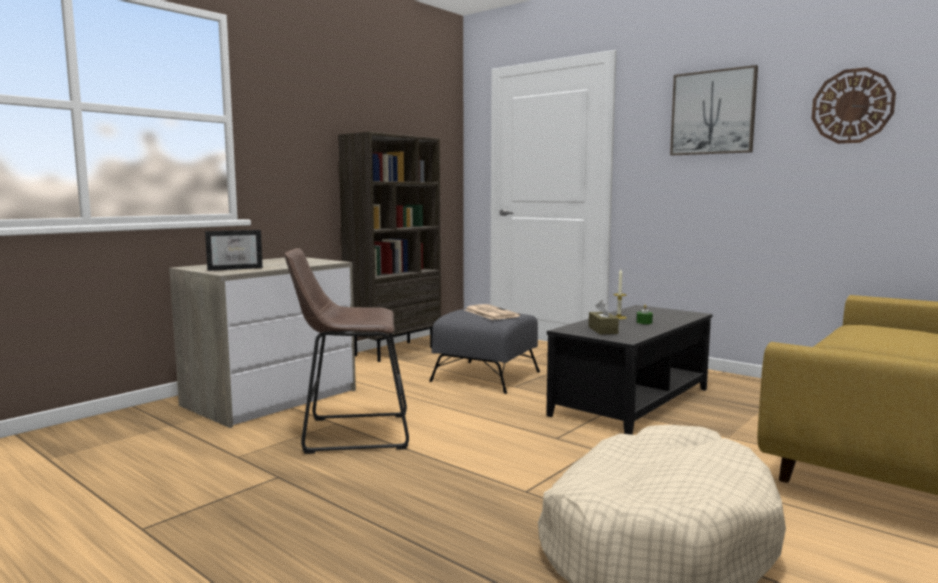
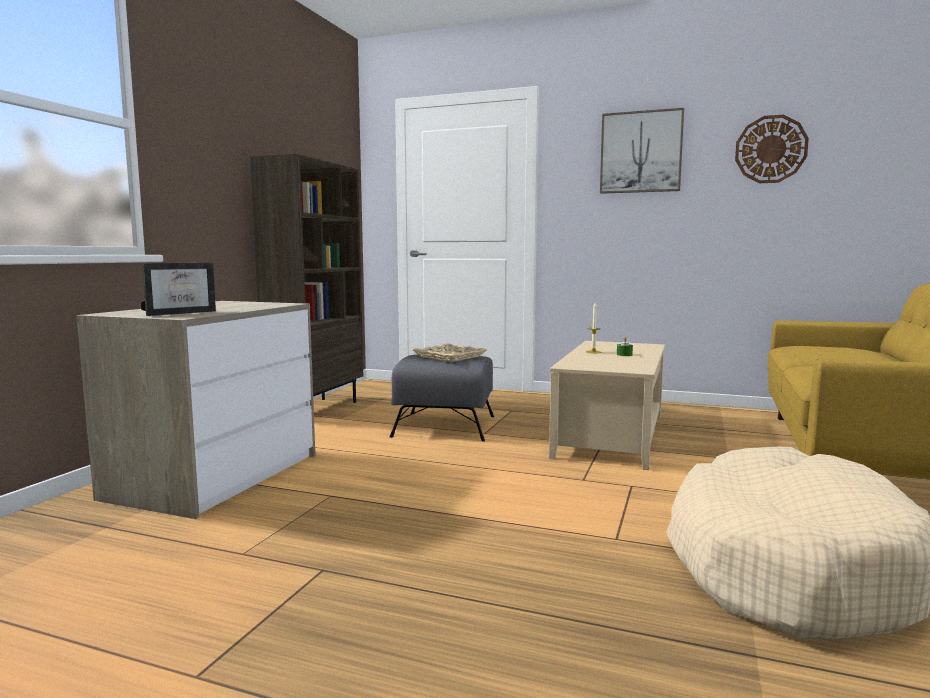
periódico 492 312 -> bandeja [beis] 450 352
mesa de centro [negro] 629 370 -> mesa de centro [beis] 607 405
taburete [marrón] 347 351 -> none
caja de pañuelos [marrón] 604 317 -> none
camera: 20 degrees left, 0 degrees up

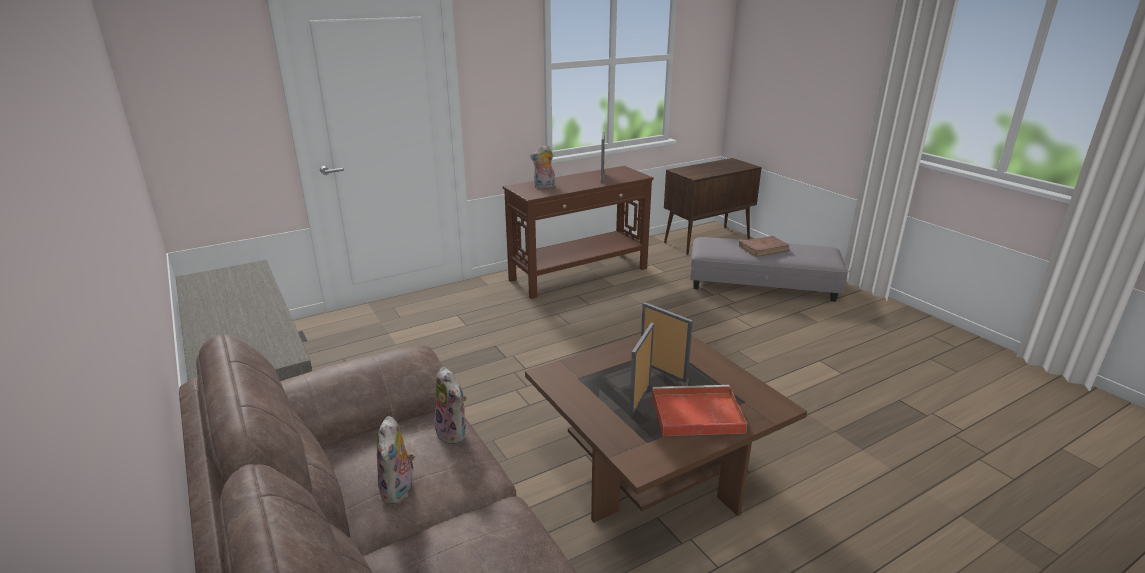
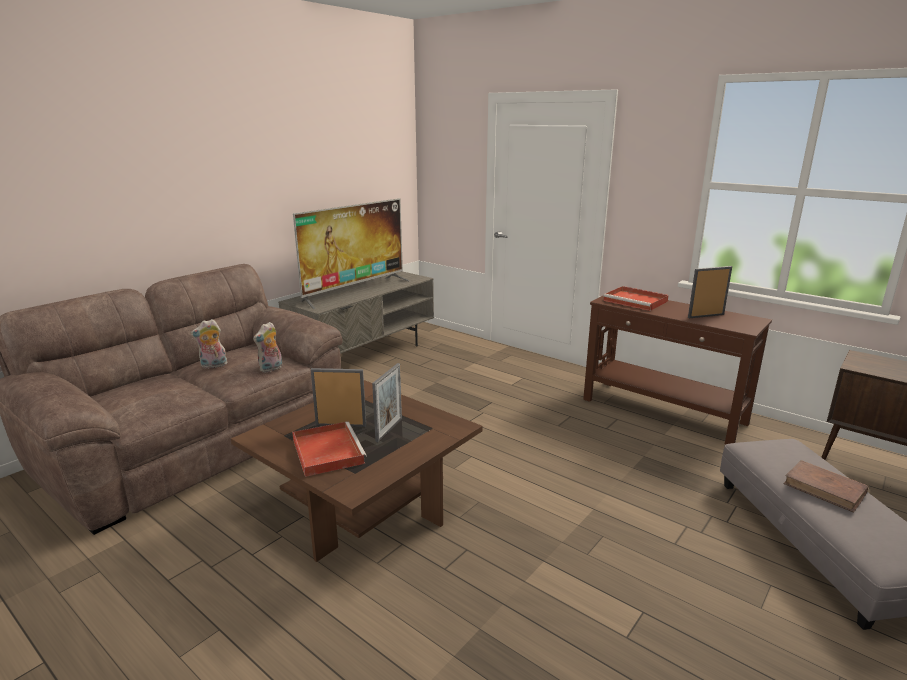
none -> televisor 351 253
peluche 542 166 -> bandeja [rojo] 636 298
camera: 70 degrees right, 5 degrees down

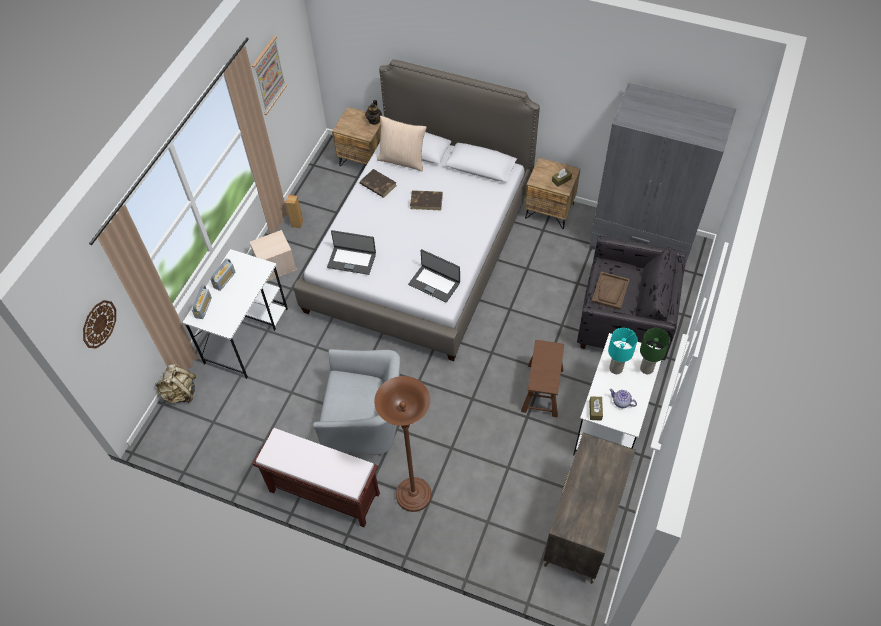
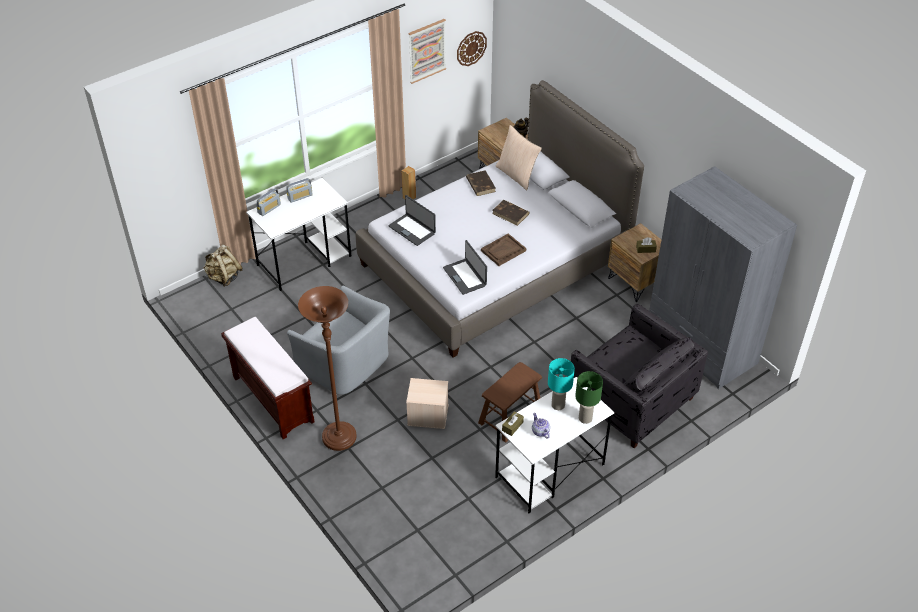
caja de almacenaje [beis] 273 256 -> caja de almacenaje [beis] 427 403, relocated
reloj de pared 99 324 -> reloj de pared 472 48, relocated
bandeja [marrón] 611 291 -> bandeja [marrón] 503 250, relocated
cómoda 589 508 -> none
camera: 30 degrees right, 10 degrees down

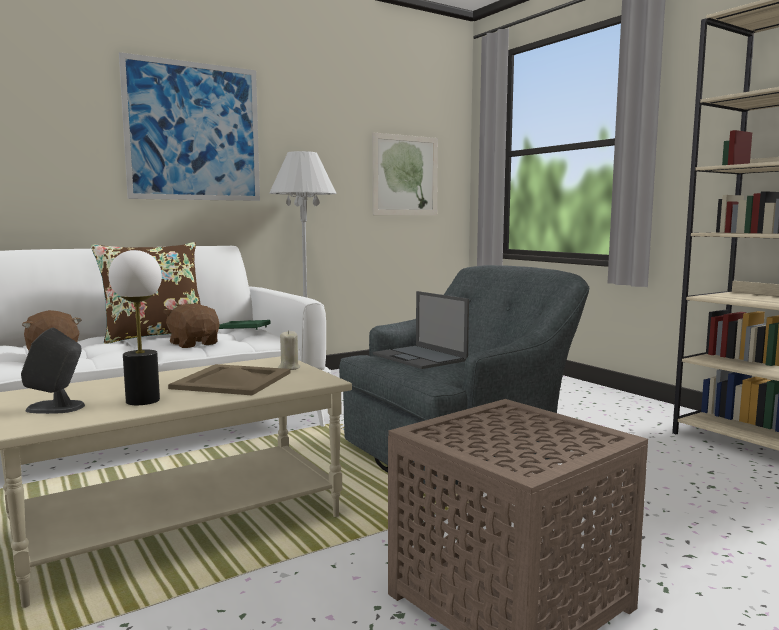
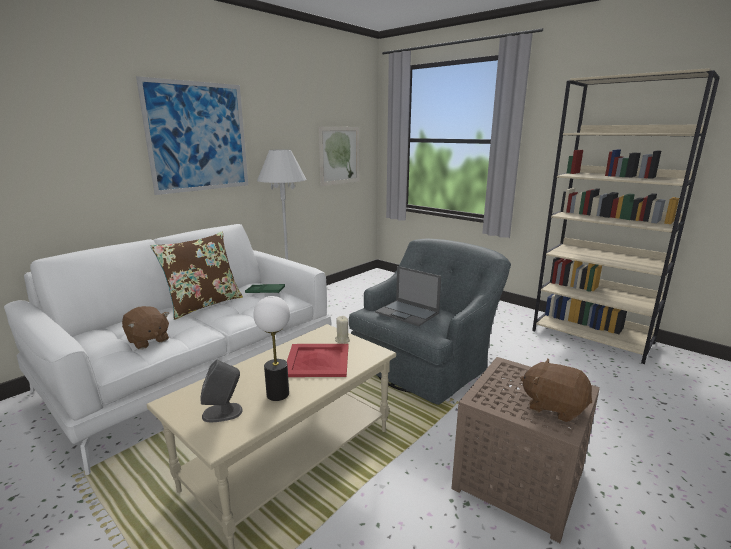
bandeja [beis] 229 379 -> bandeja [rojo] 317 360
peluche [marrón] 191 326 -> peluche [marrón] 556 390, relocated
camera: 15 degrees left, 10 degrees up

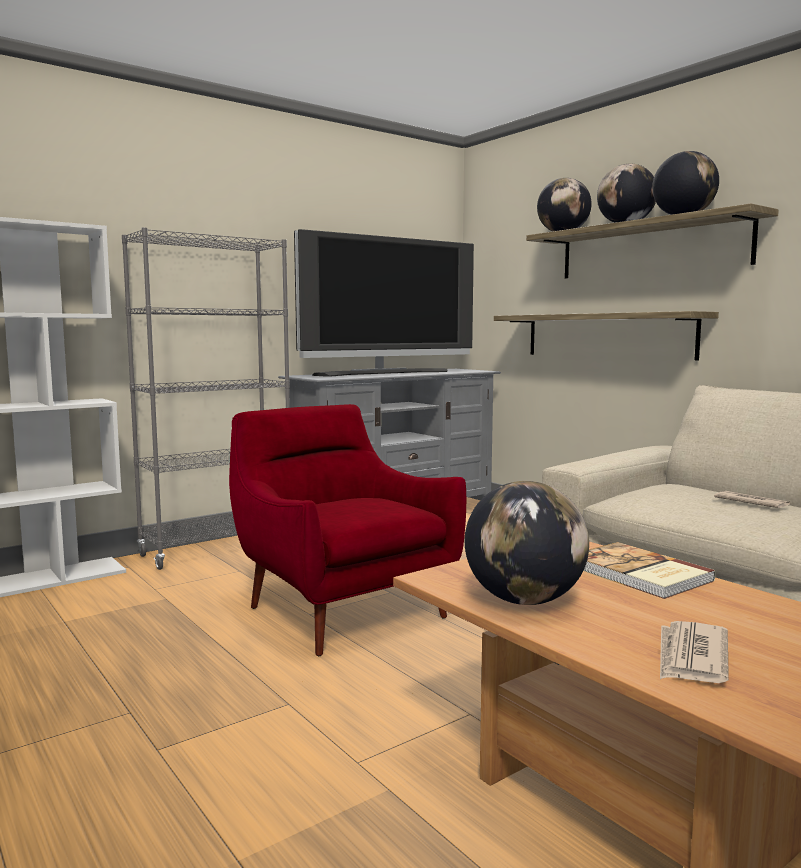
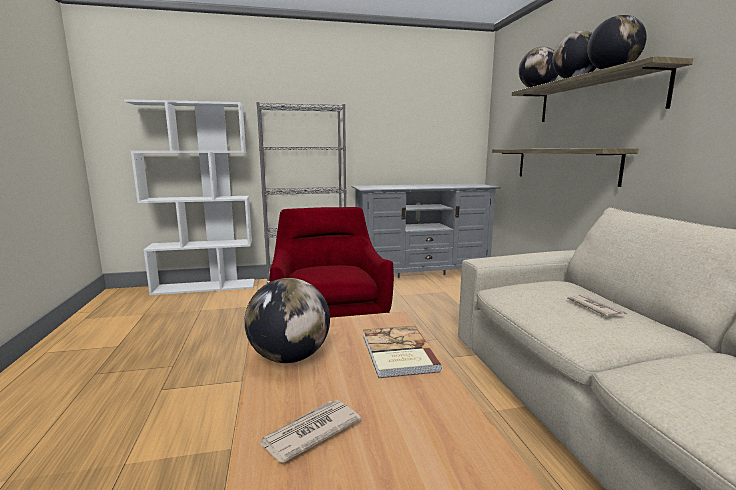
televisor 384 303 -> none
camera: 25 degrees right, 5 degrees up

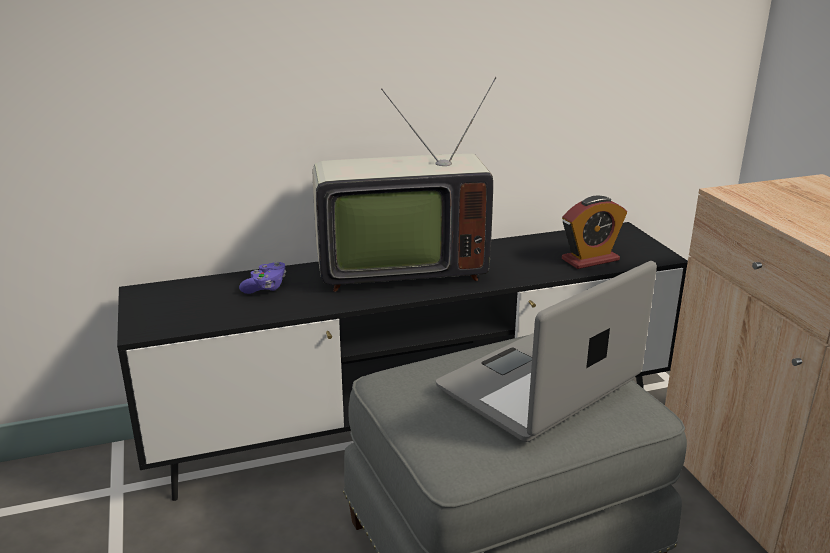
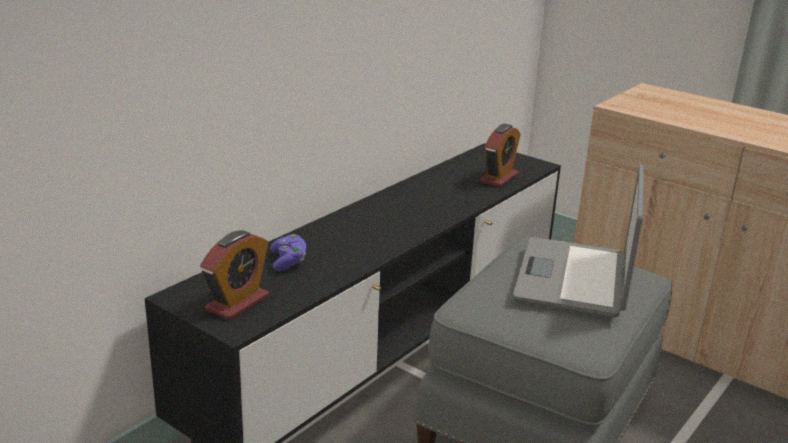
none -> despertador 234 275
televisor 405 184 -> none
camera: 35 degrees left, 0 degrees up

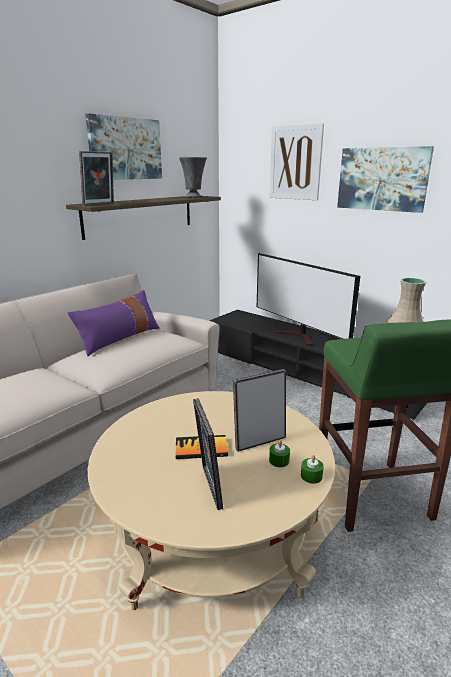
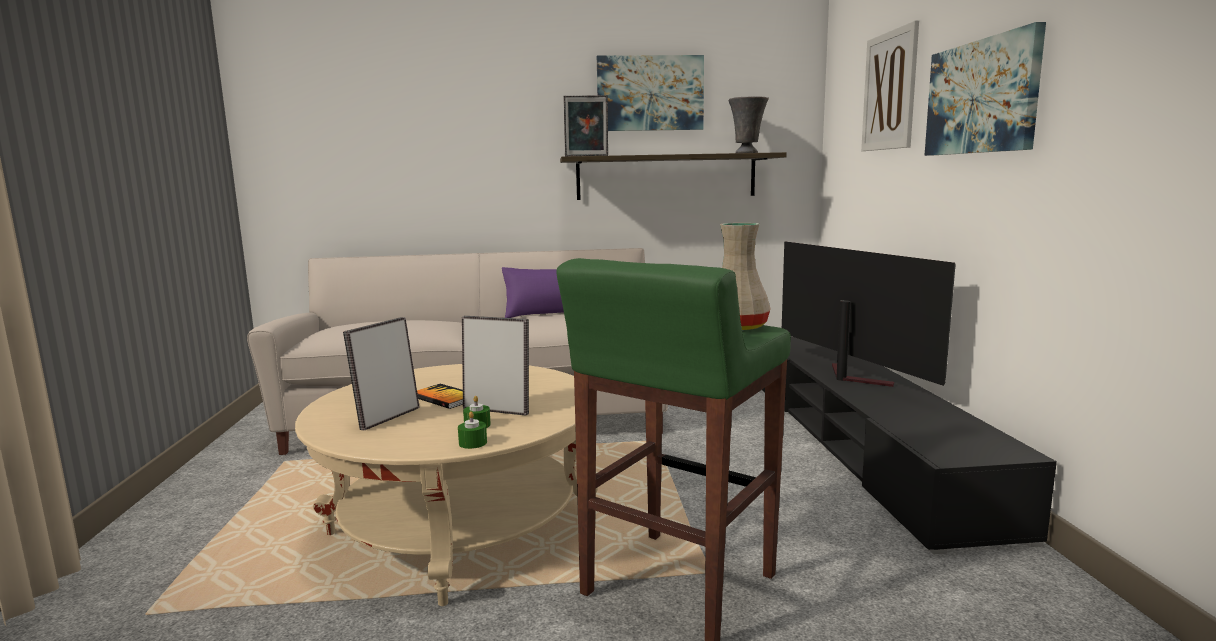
televisor 308 299 -> televisor 869 314, 150 degrees clockwise
camera: 45 degrees right, 10 degrees down

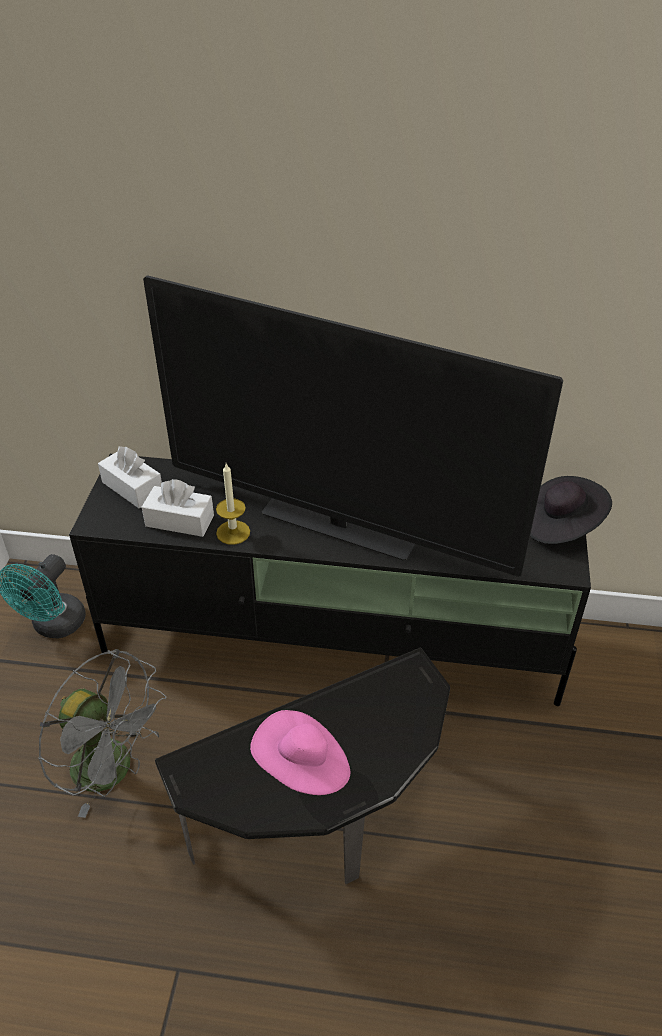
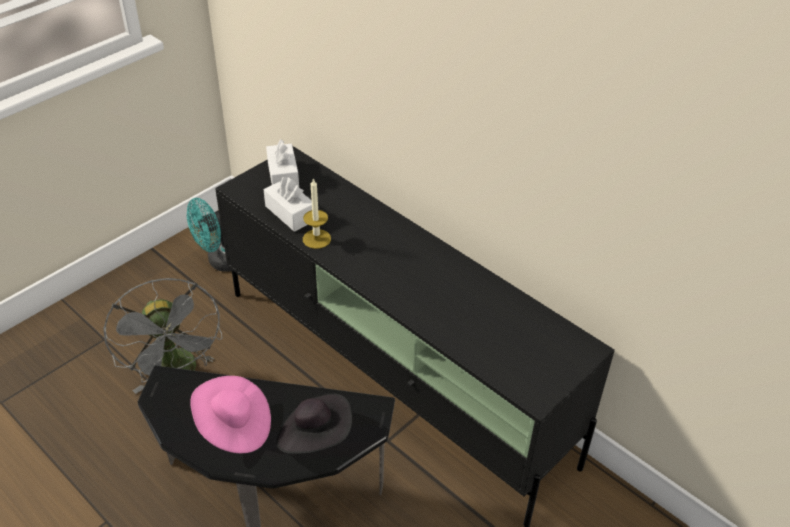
sombrero [negro] 571 510 -> sombrero [negro] 315 423, relocated
televisor 353 426 -> none
camera: 35 degrees right, 0 degrees up

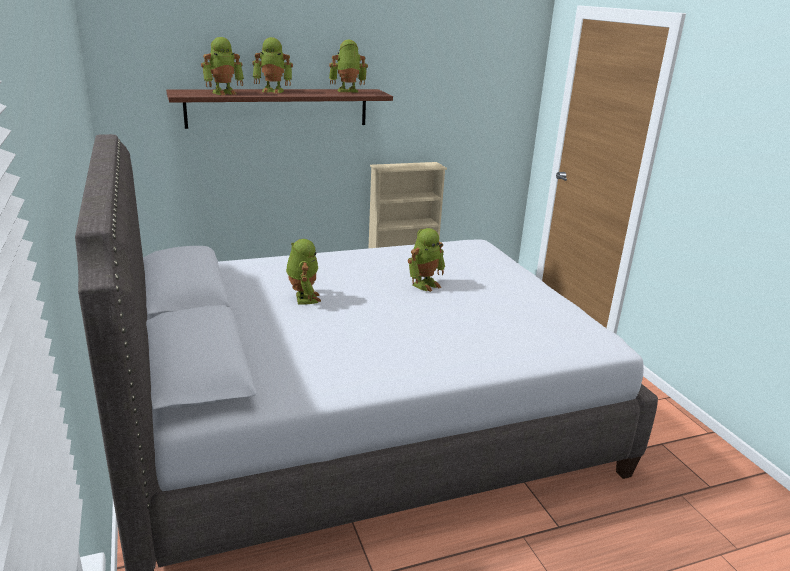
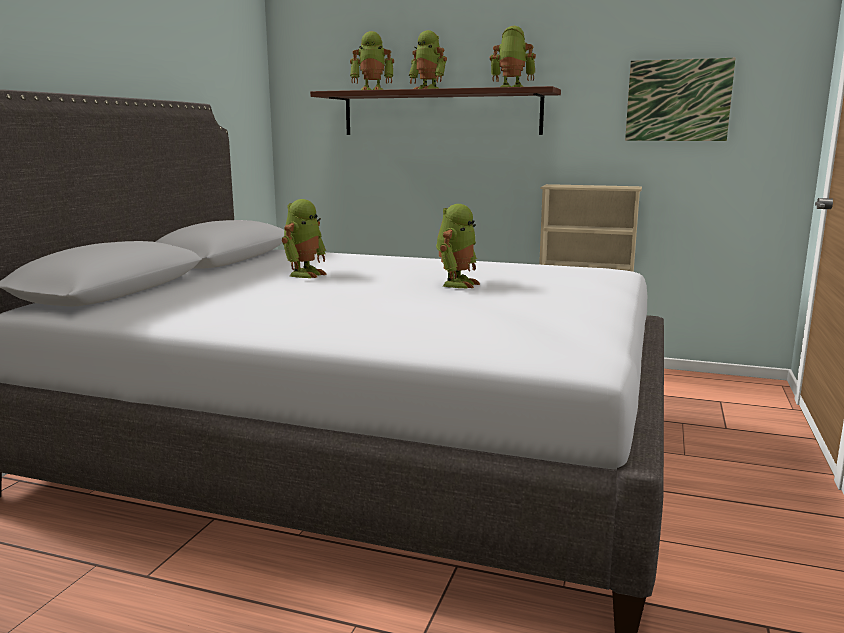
robot de juguete 426 260 -> robot de juguete 458 246, 60 degrees counterclockwise
none -> cuadro 680 99
camera: 40 degrees right, 10 degrees down

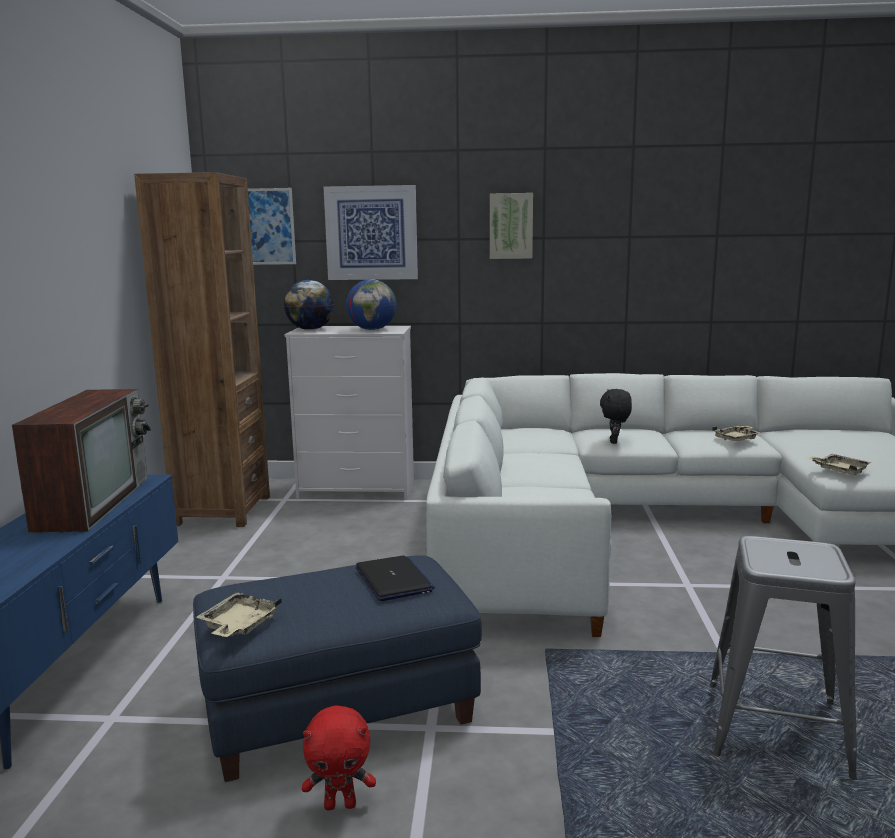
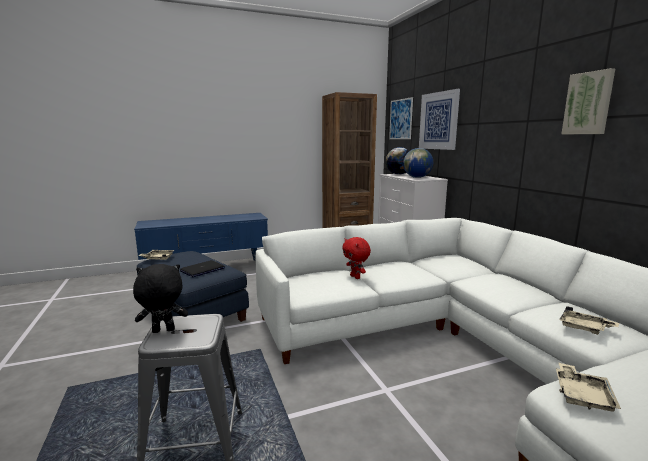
peluche [negro] 616 416 -> peluche [negro] 160 298, relocated
peluche [rojo] 339 758 -> peluche [rojo] 356 258, relocated
cuadro 511 226 -> cuadro 588 101, relocated
televisor 81 461 -> none
camera: 65 degrees right, 0 degrees up

